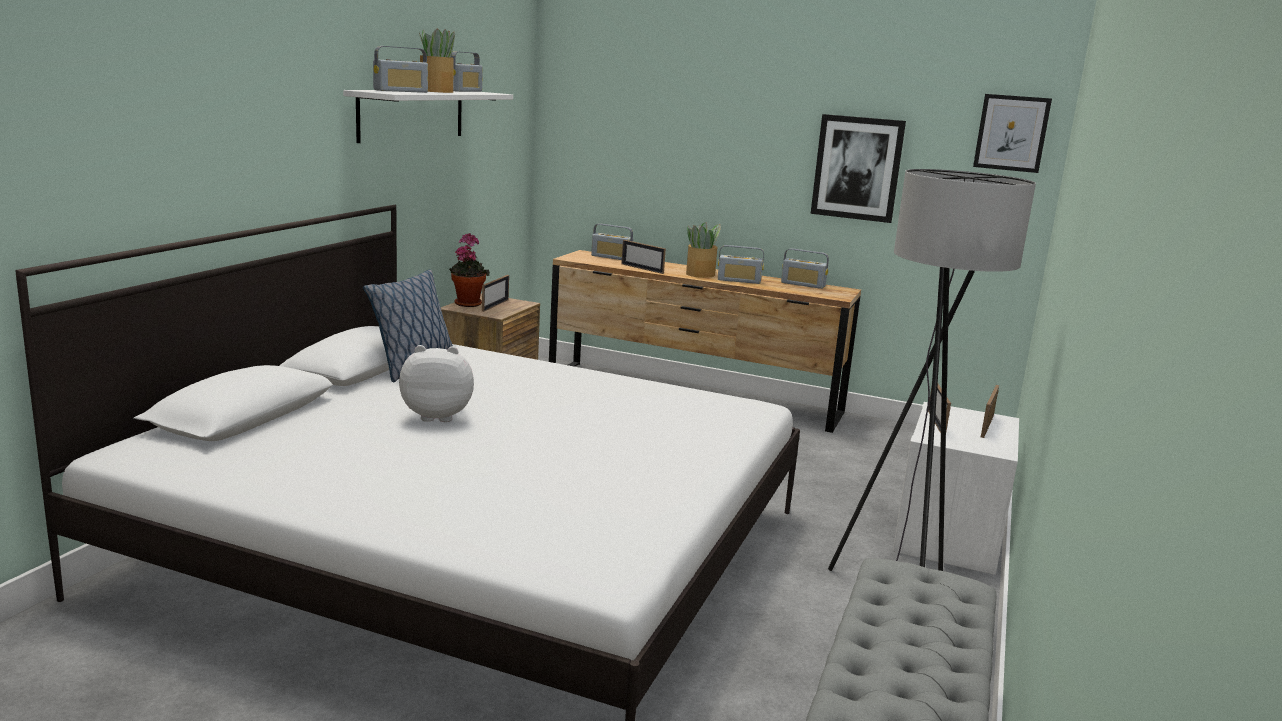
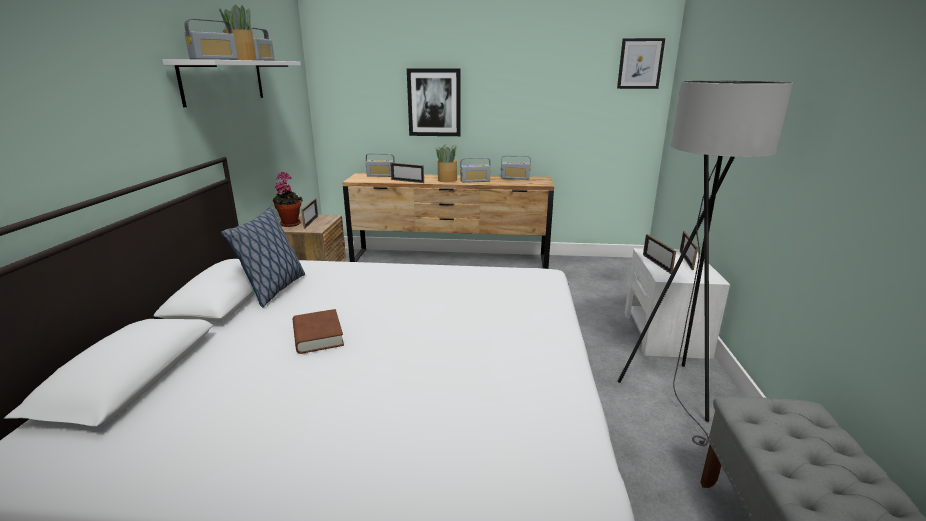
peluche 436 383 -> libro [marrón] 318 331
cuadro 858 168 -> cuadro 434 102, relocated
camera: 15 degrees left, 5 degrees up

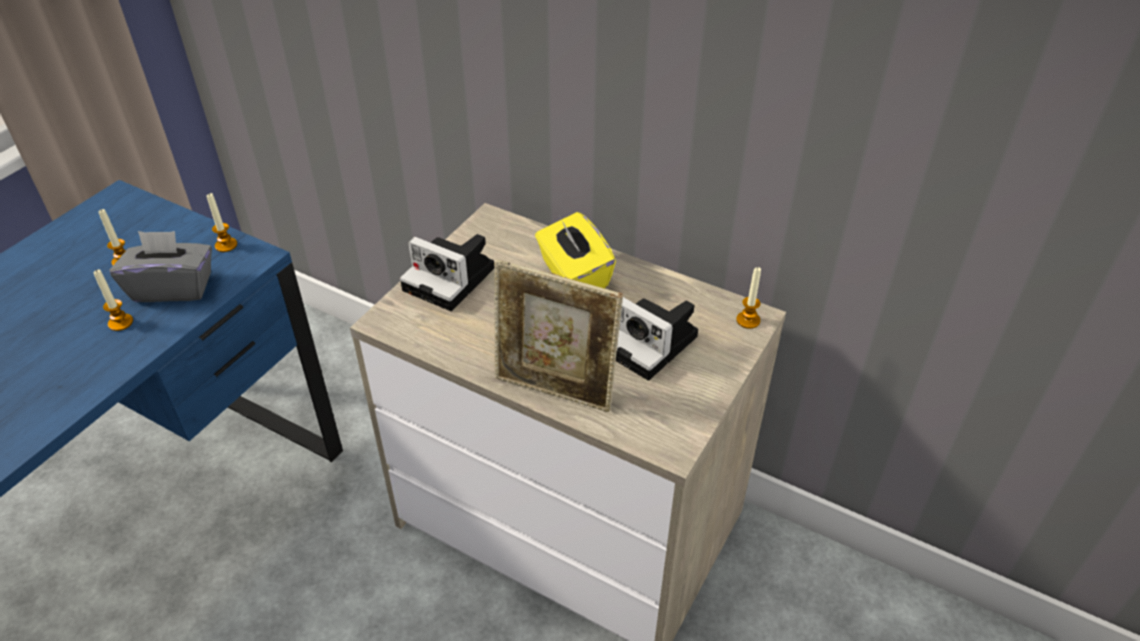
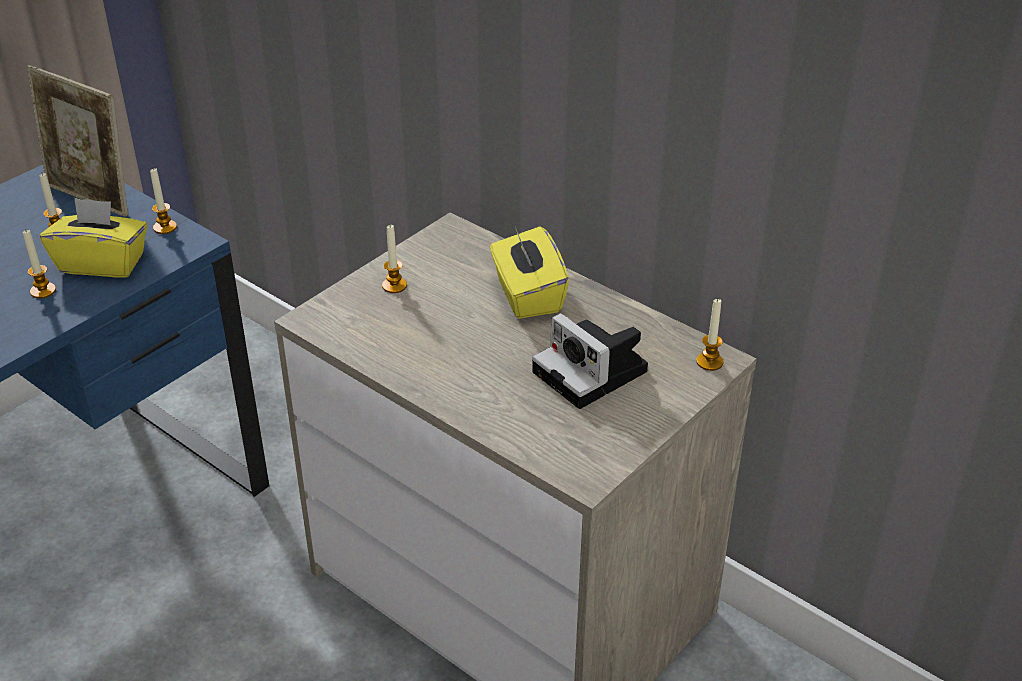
portarretratos 558 335 -> portarretratos 77 141, relocated
caja de pañuelos [gris] 160 266 -> caja de pañuelos [amarillo] 93 238
cámara 447 272 -> vela 394 259
camera: 10 degrees right, 5 degrees down

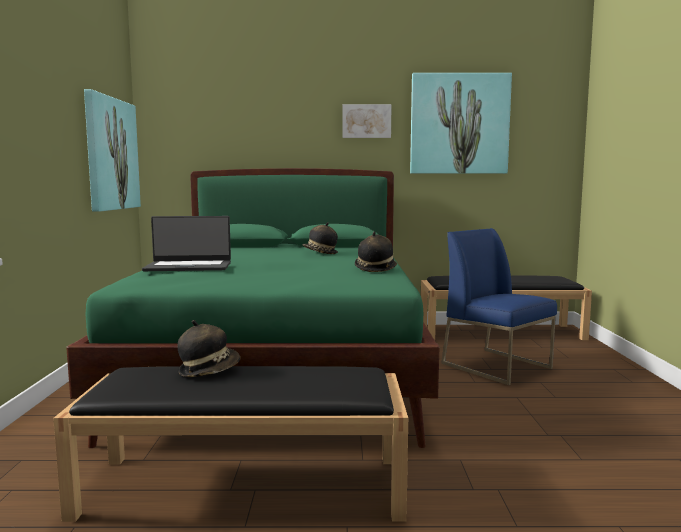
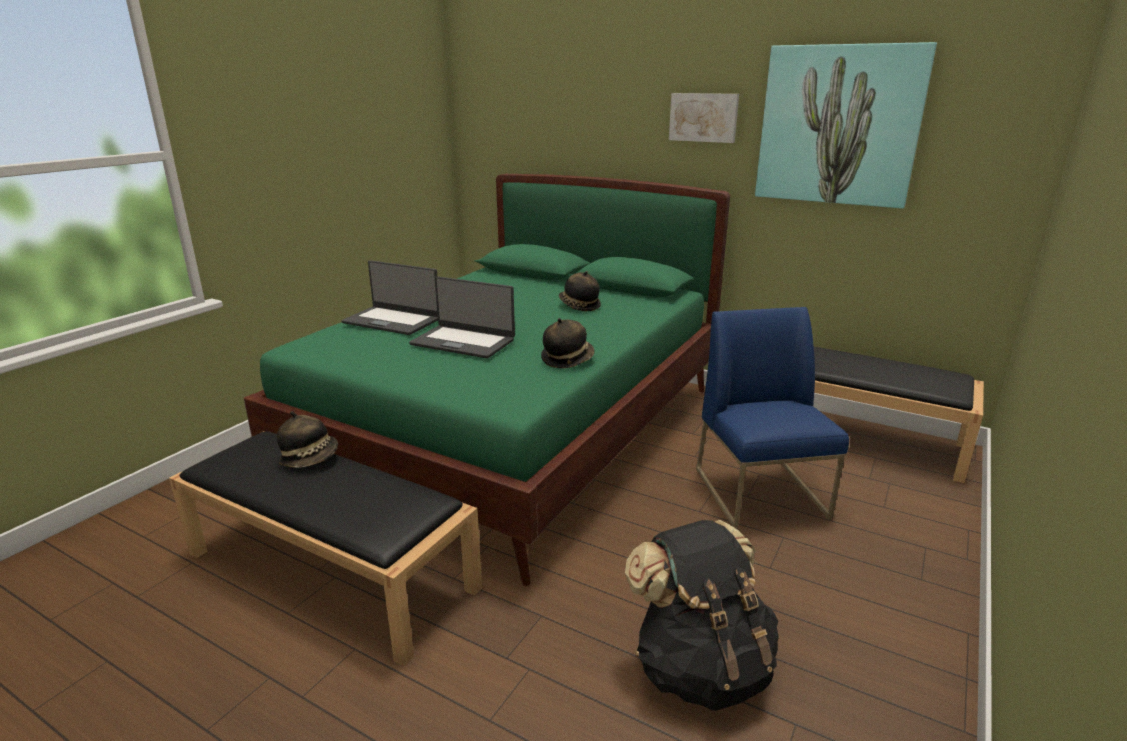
none -> portátil 462 317
none -> mochila [negro] 702 615
cuadro 112 150 -> none
camera: 30 degrees right, 15 degrees up

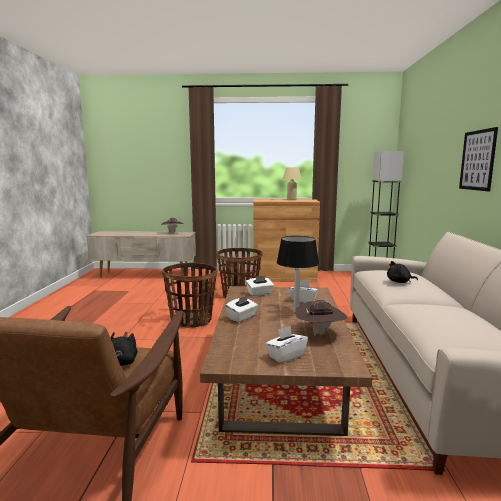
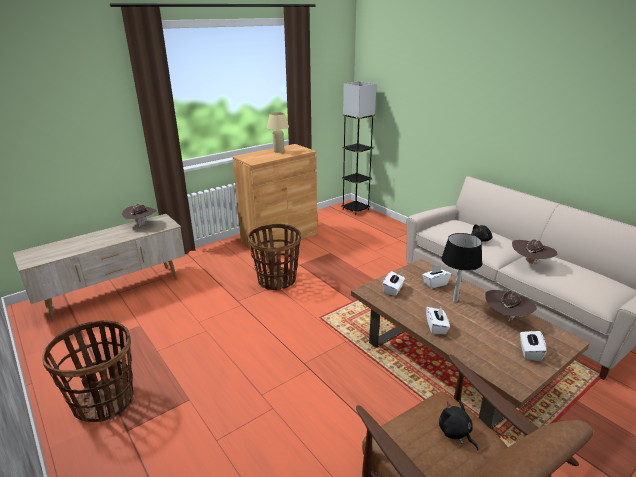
cesta 190 295 -> cesta 87 371, relocated
none -> sombrero [marrón] 535 253
cuadro 478 159 -> none
camera: 40 degrees left, 15 degrees up

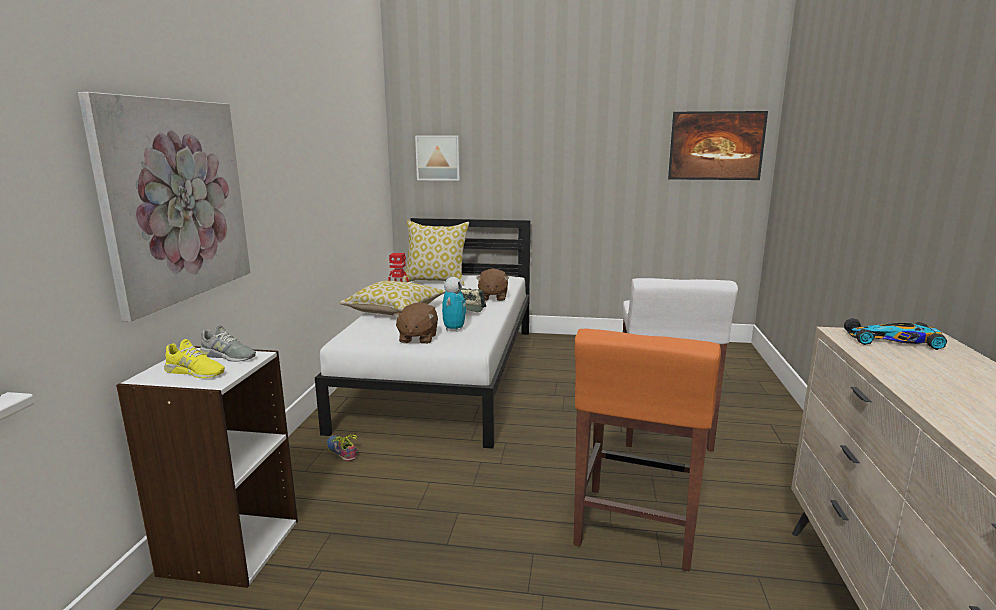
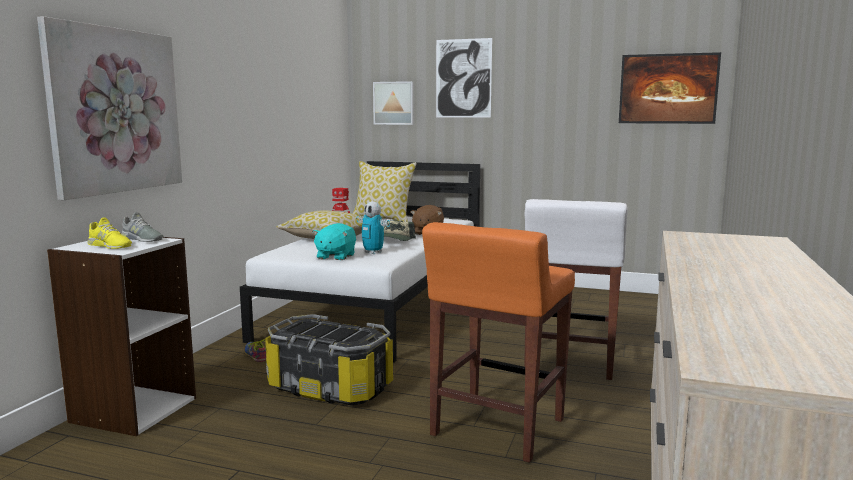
none -> caja de almacenaje 329 360
peluche [marrón] 416 323 -> peluche [turquesa] 334 241
robot de juguete 454 304 -> robot de juguete 373 227, 105 degrees clockwise
none -> cuadro 464 78
coche de juguete 895 334 -> none
camera: 10 degrees right, 5 degrees down

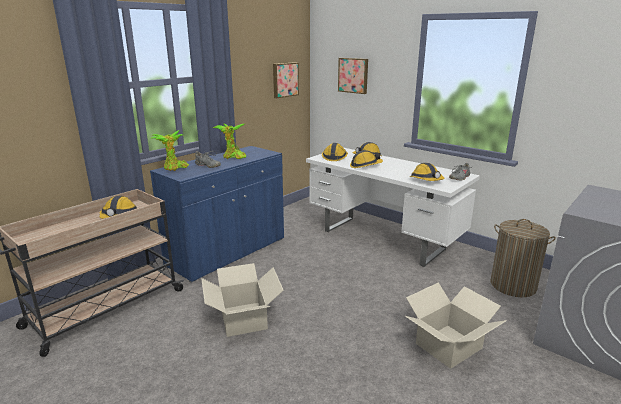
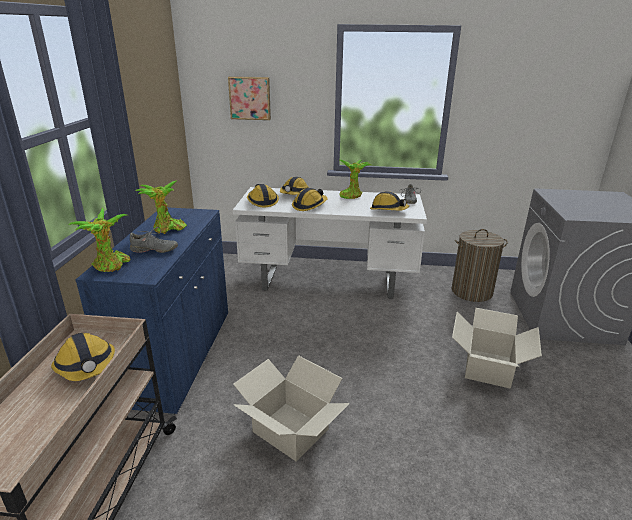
none -> planta en maceta 355 179
cuadro 286 80 -> none
camera: 35 degrees left, 5 degrees up

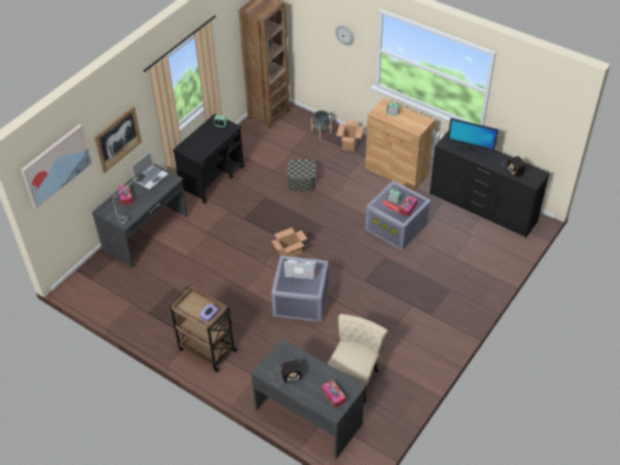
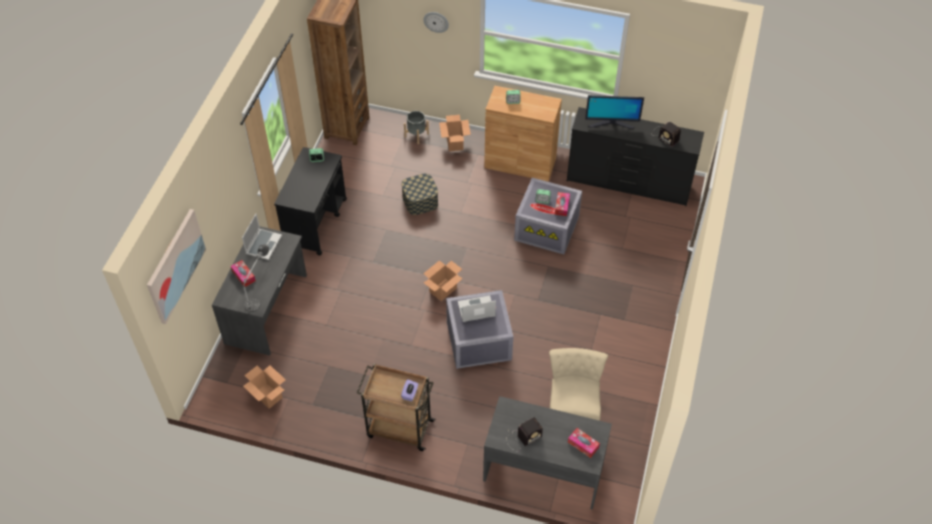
none -> caja de cartón 264 387
cuadro 118 139 -> none
camera: 20 degrees left, 5 degrees up

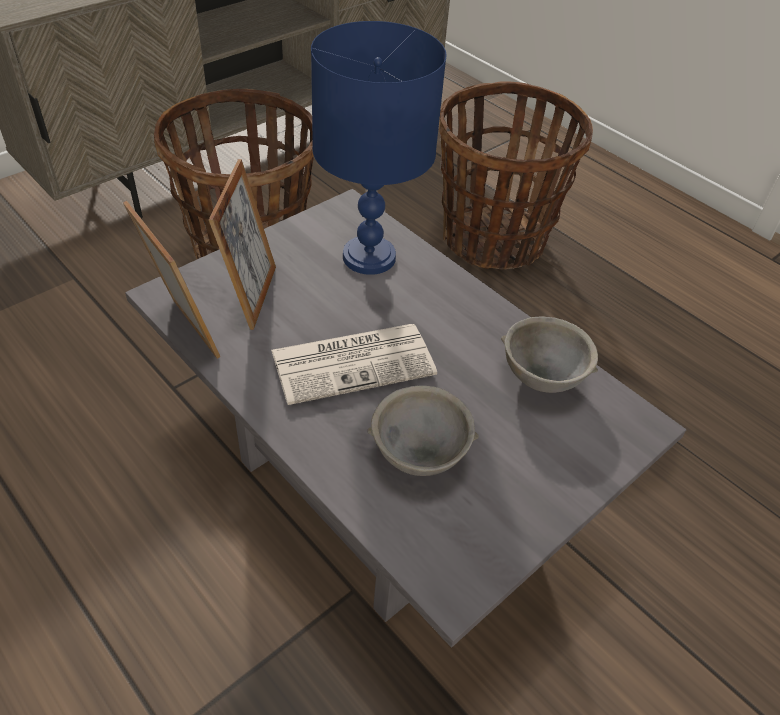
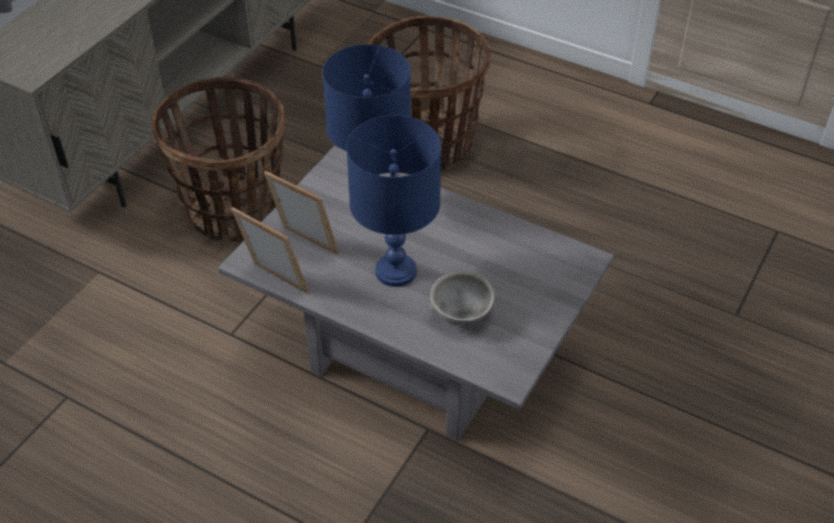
portarretratos 242 244 -> portarretratos 301 213, 45 degrees counterclockwise
periódico 354 364 -> lámpara de mesa [azul] 393 201
cuenco [gris] 549 354 -> none
camera: 15 degrees left, 0 degrees up

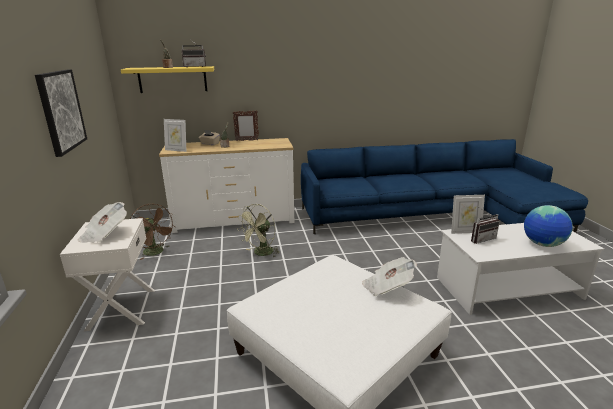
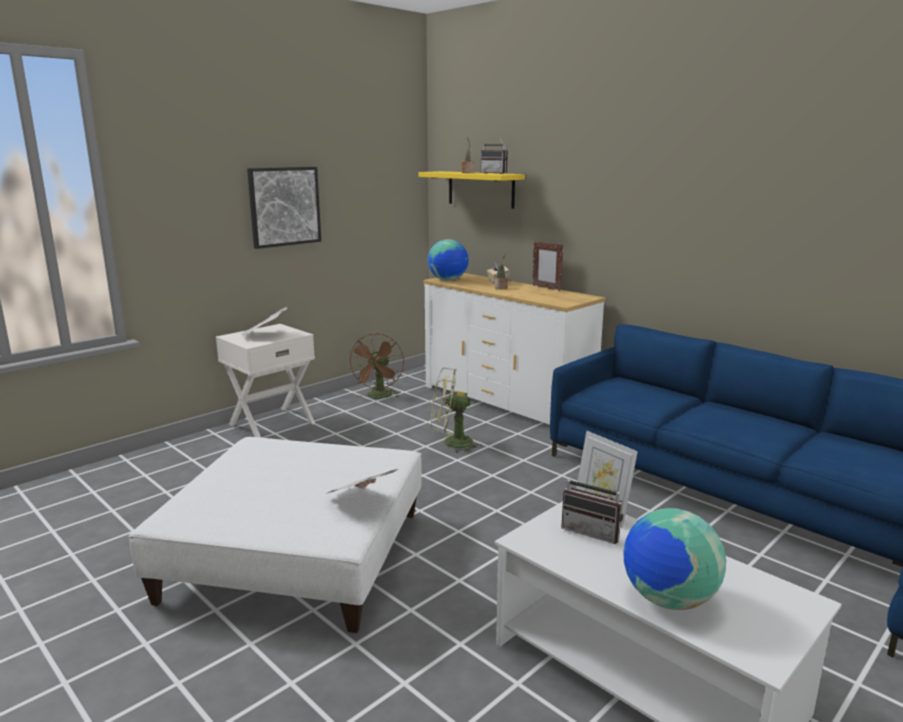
portarretratos 175 135 -> globo terráqueo 448 260
camera: 55 degrees right, 5 degrees down

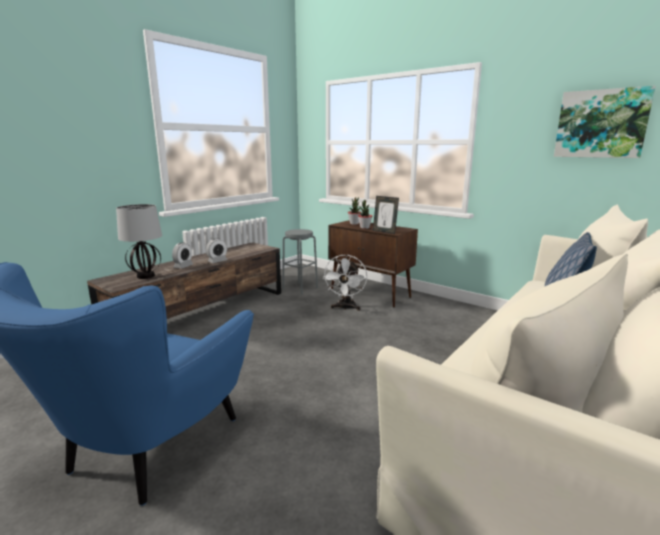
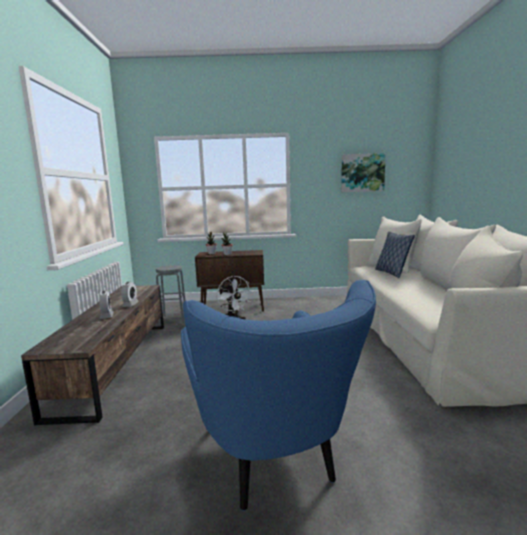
lámpara de mesa 139 241 -> none
portarretratos 386 215 -> none
camera: 40 degrees left, 5 degrees down

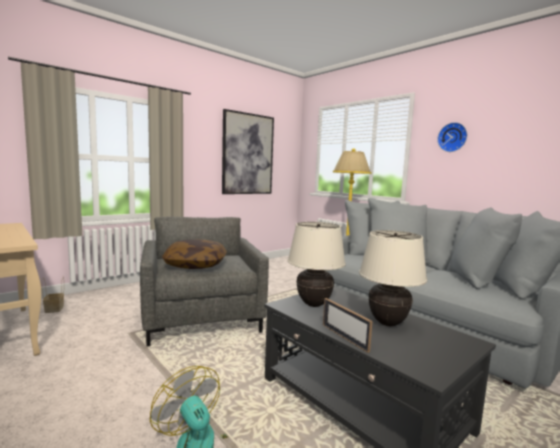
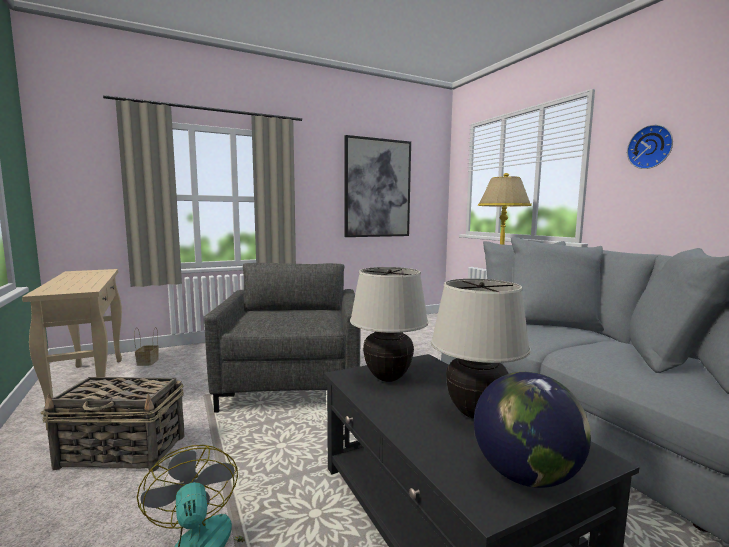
none -> cesta 112 424
none -> globo terráqueo 532 430
cojín 194 254 -> none
portarretratos 348 325 -> none
camera: 15 degrees right, 0 degrees up

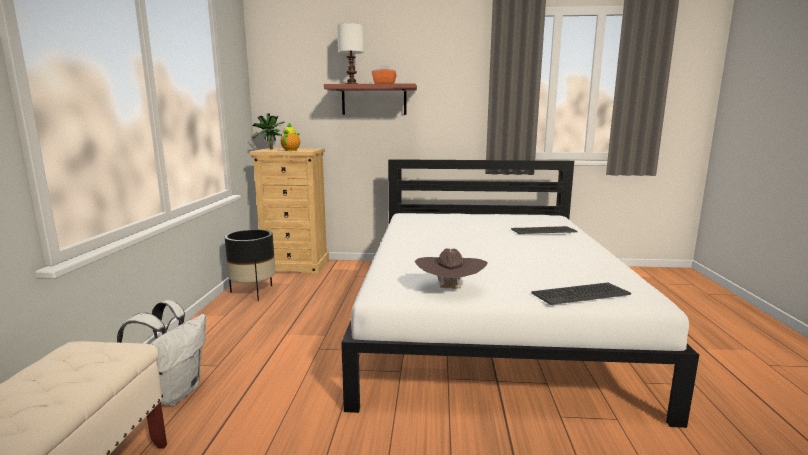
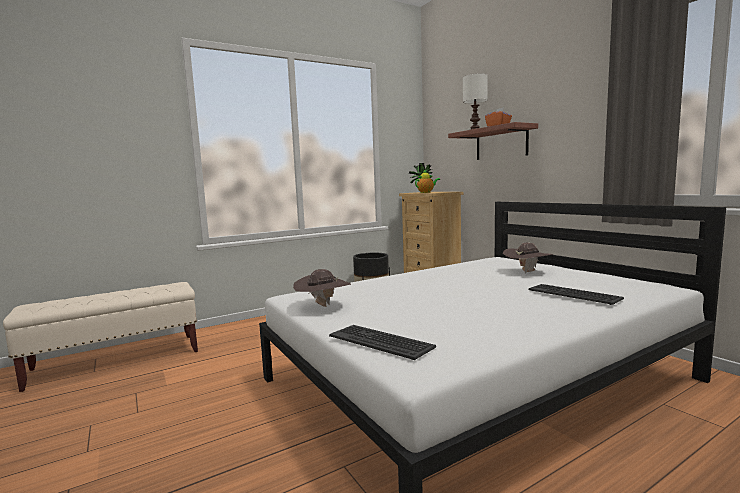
none -> sombrero [marrón] 528 258
mochila [blanco] 161 353 -> none
camera: 55 degrees right, 5 degrees down

